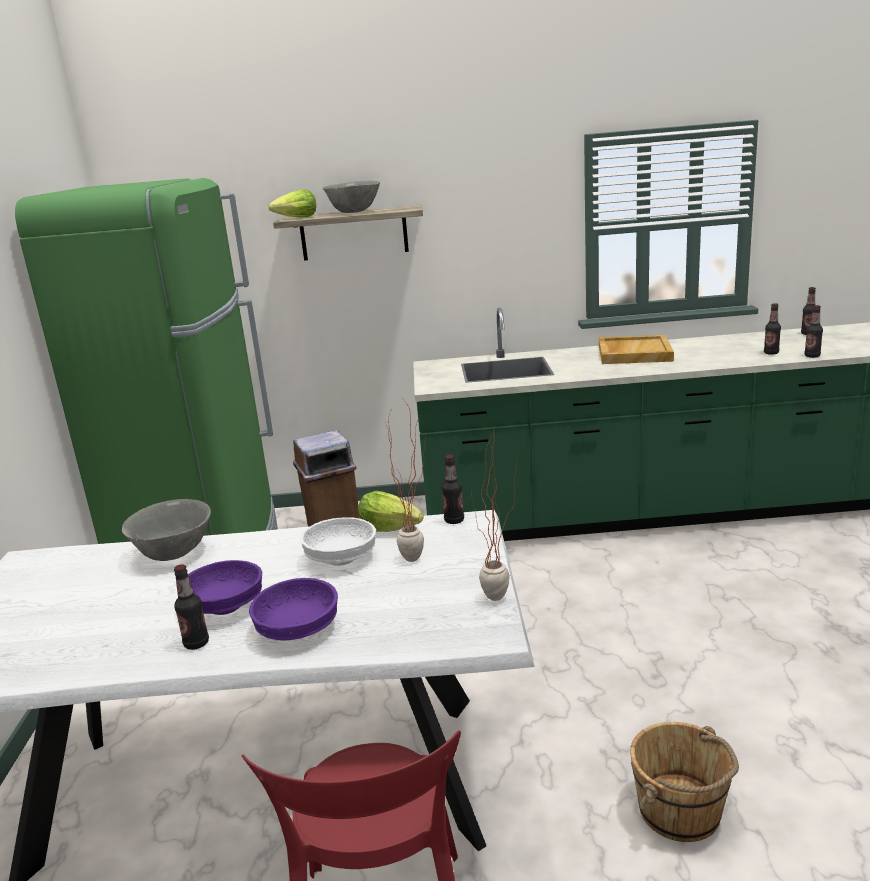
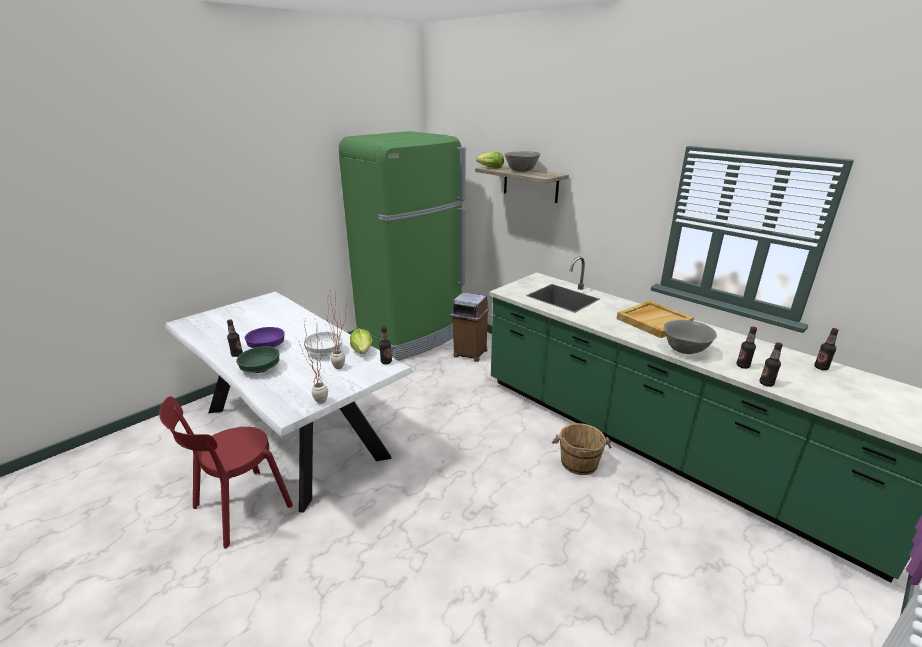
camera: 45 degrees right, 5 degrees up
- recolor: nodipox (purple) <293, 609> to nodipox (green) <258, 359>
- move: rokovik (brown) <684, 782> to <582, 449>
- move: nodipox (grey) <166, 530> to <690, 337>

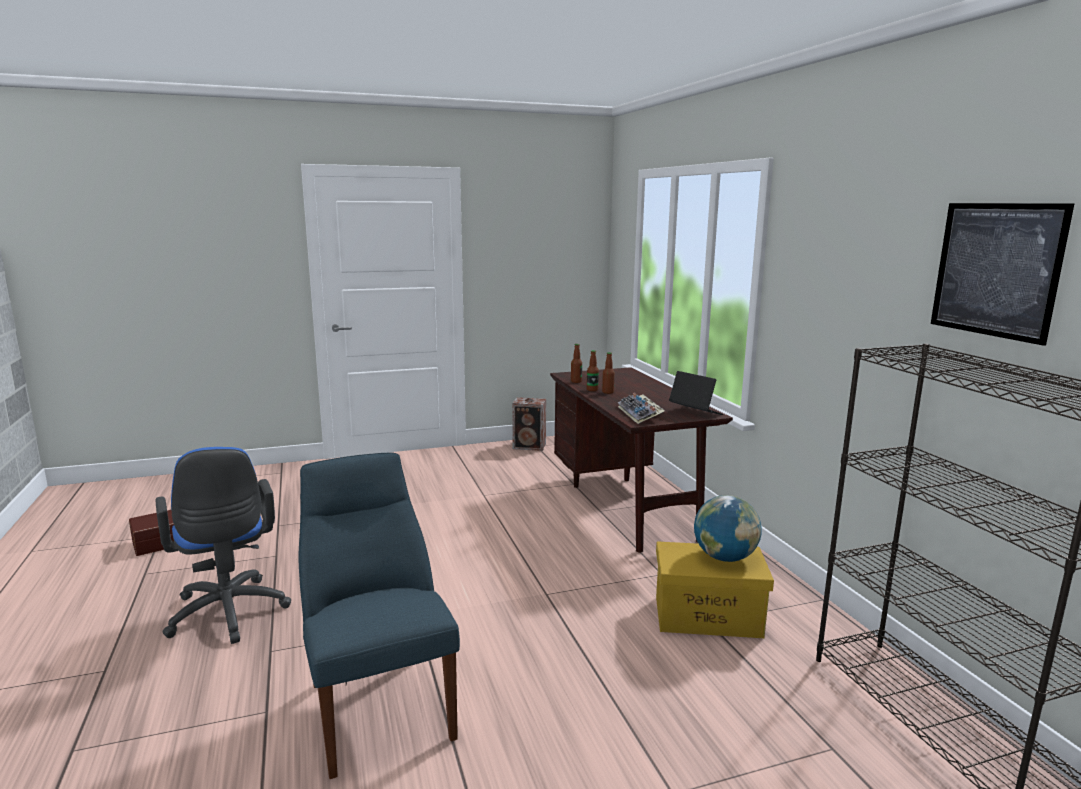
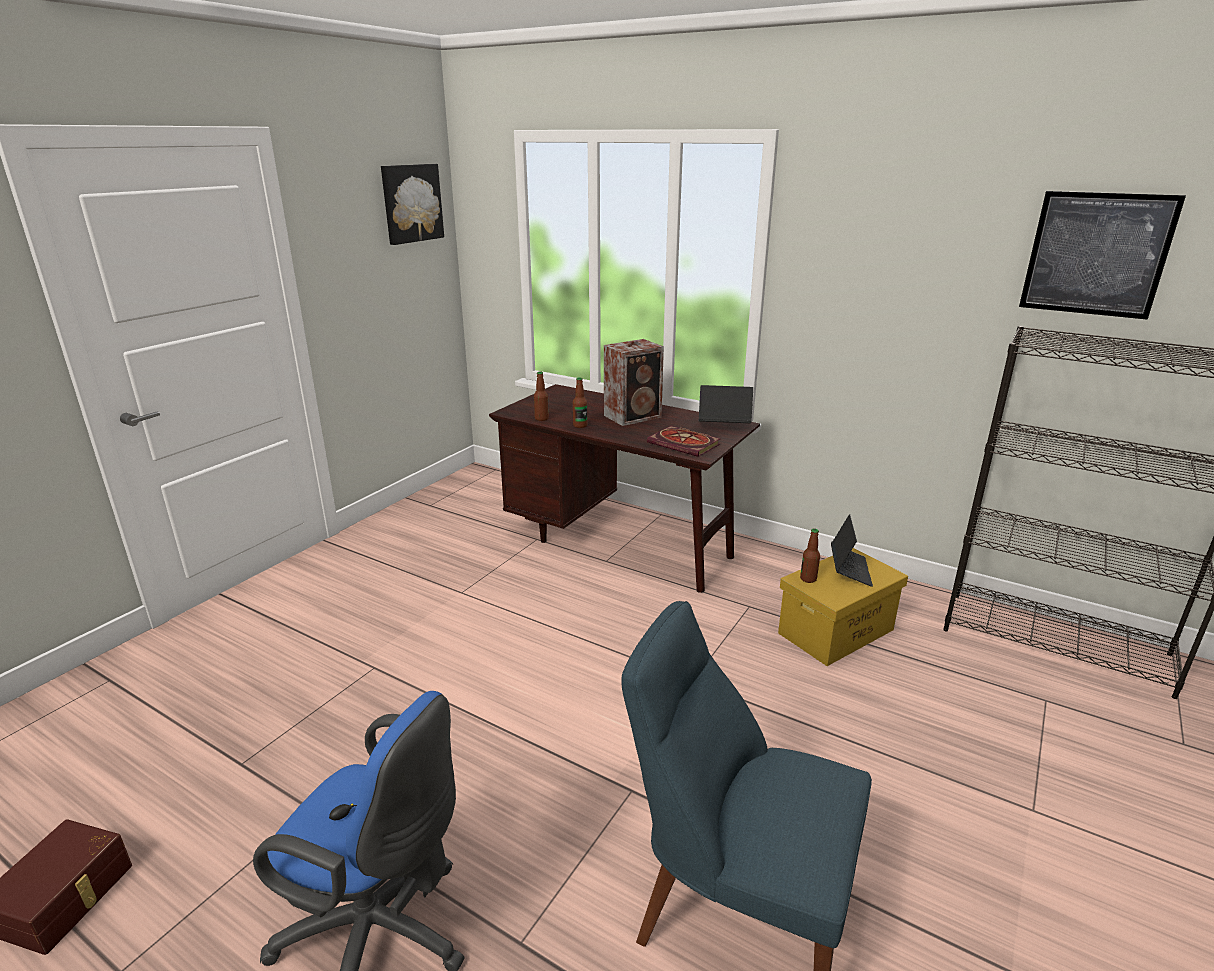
camera: 40 degrees left, 10 degrees up
- insert: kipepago <412, 204>
- move: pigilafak <529, 424> to <634, 382>
- replace: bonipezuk <641, 408> to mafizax <683, 441>
- move: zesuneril <608, 373> to <810, 556>
- replace: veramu <728, 528> to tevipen <852, 550>

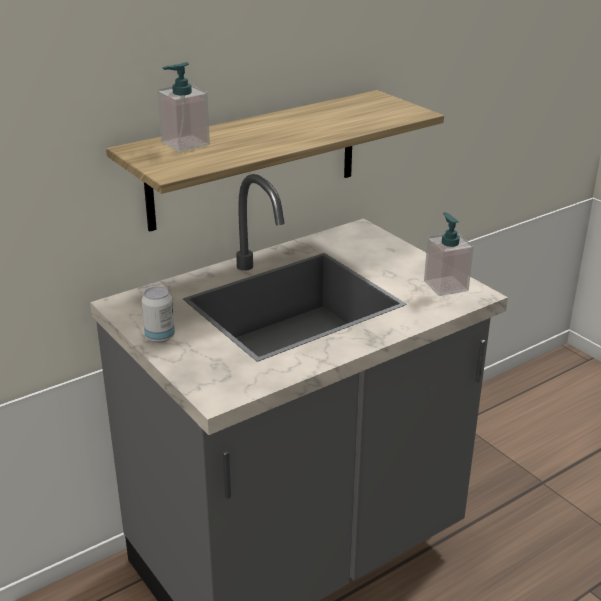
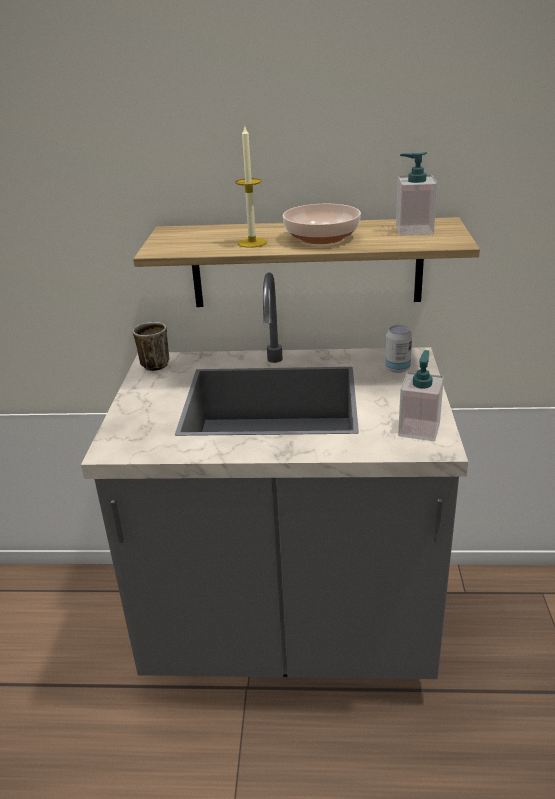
camera: 40 degrees right, 0 degrees up
- insert: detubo <151, 346>
- insert: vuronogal <251, 187>
- insert: nodipox <322, 224>
- move: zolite <158, 315> to <398, 349>
- move: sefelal <183, 107> to <417, 194>

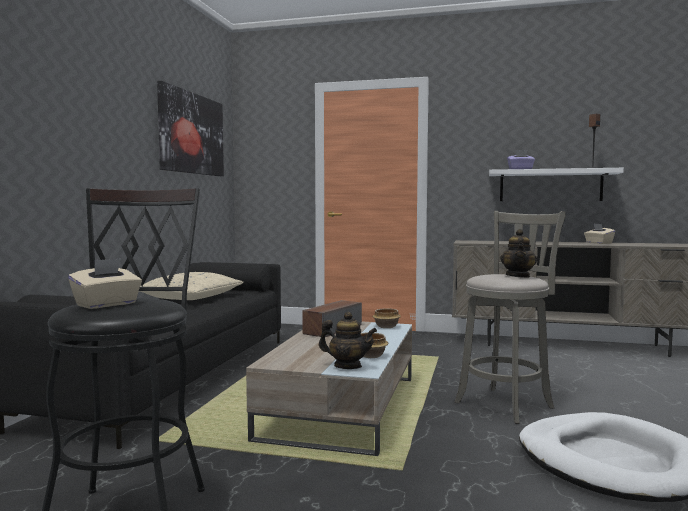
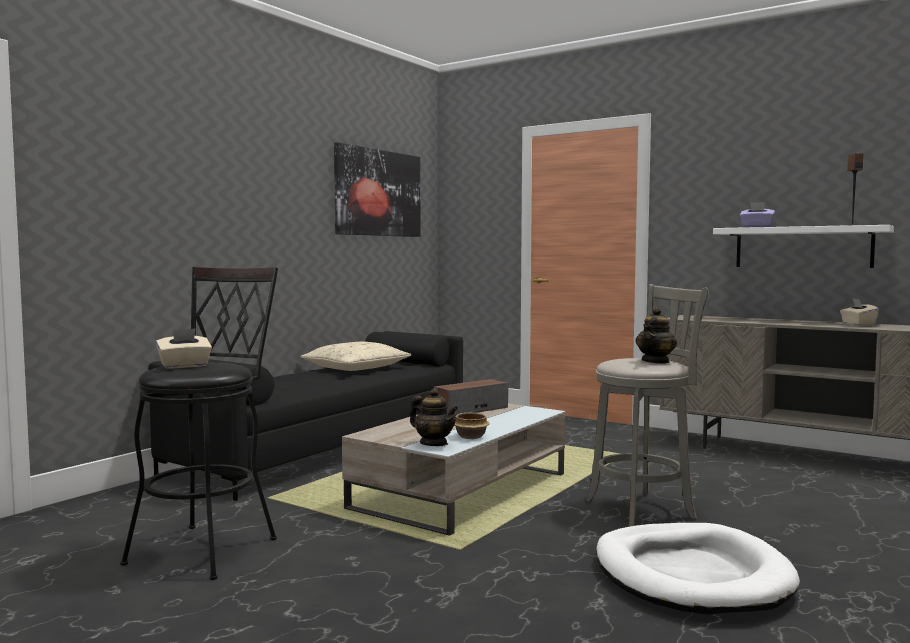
camera: 20 degrees right, 0 degrees up
- delete: nodipox <387, 318>

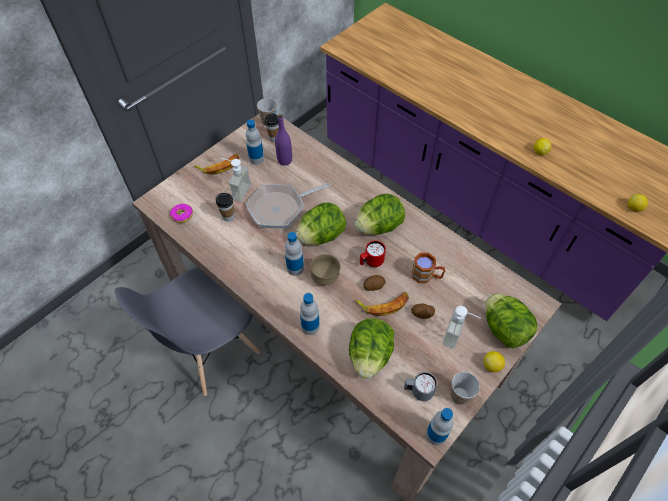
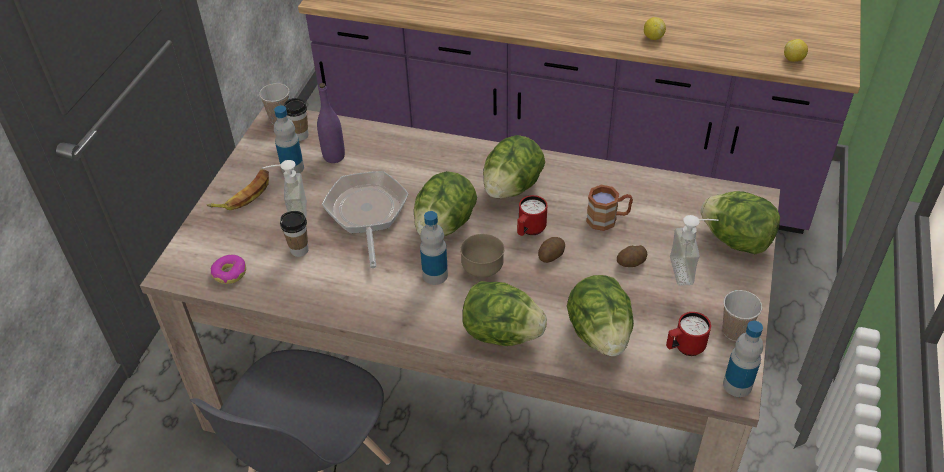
camera: 25 degrees left, 10 degrees down
- rotate: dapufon <288, 205> = <365, 219> 135 degrees clockwise
- replace: zesuneril <310, 314> to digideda <504, 313>
- recolor: detubo (grey) <420, 386> to detubo (red) <688, 334>
- delete: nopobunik <381, 304>
- delete: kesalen <494, 361>

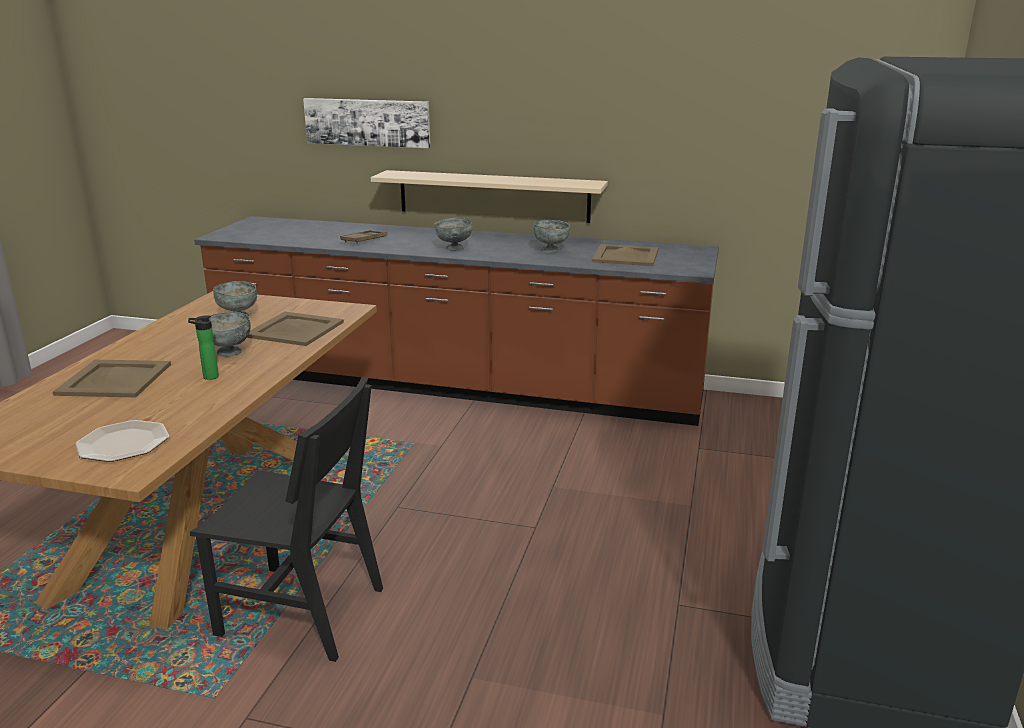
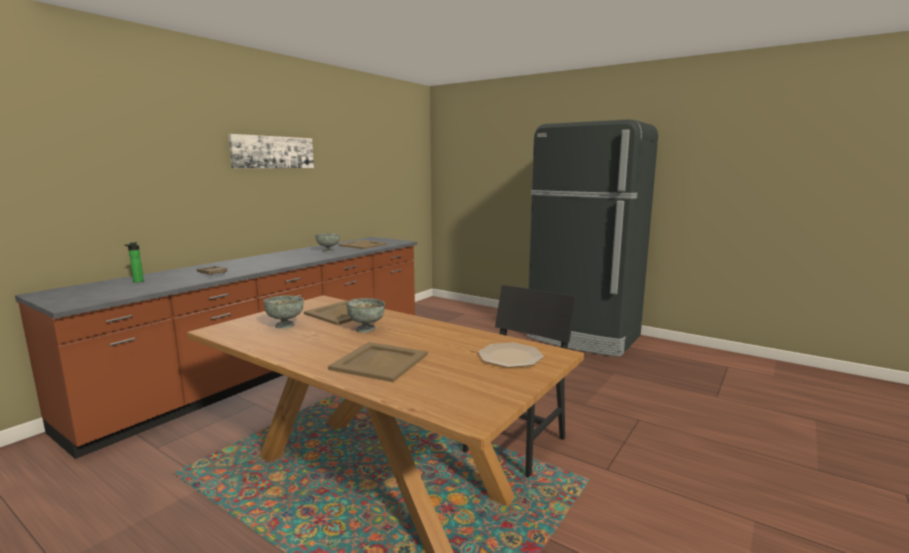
camera: 70 degrees left, 10 degrees down
- move: zesuneril <203, 347> to <134, 262>
- move: kipepago <366, 123> to <271, 151>
- delete: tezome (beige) <489, 196>
- delete: nodipox (grey) <453, 234>

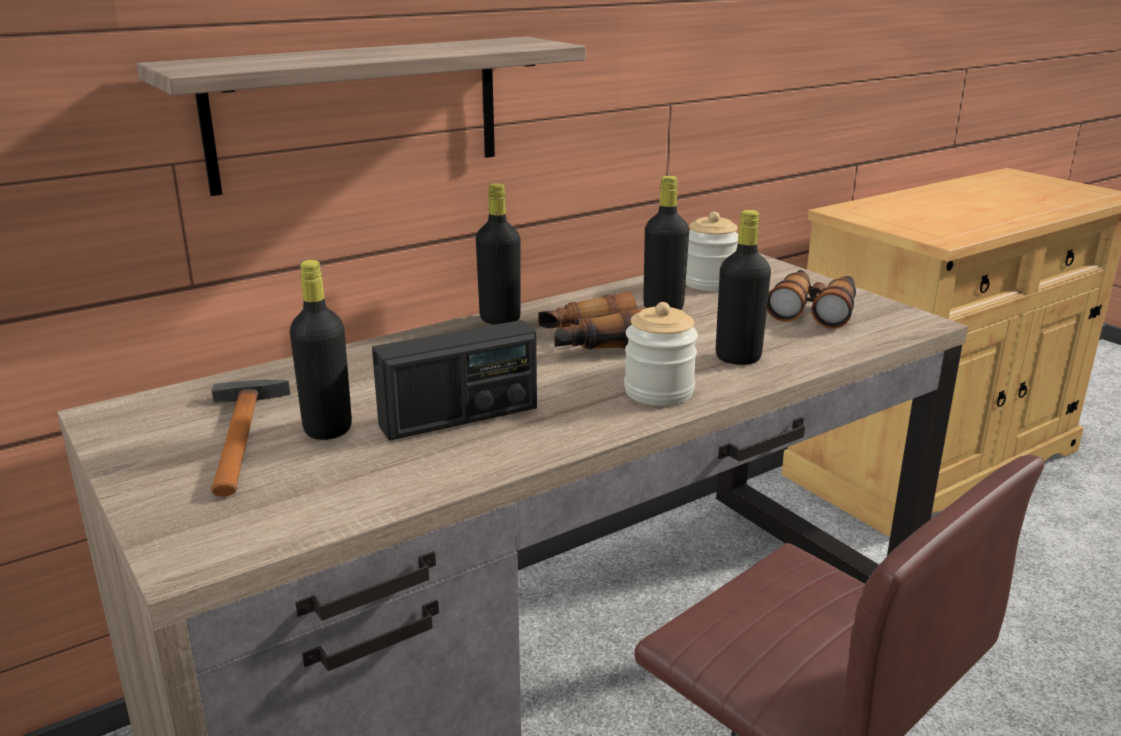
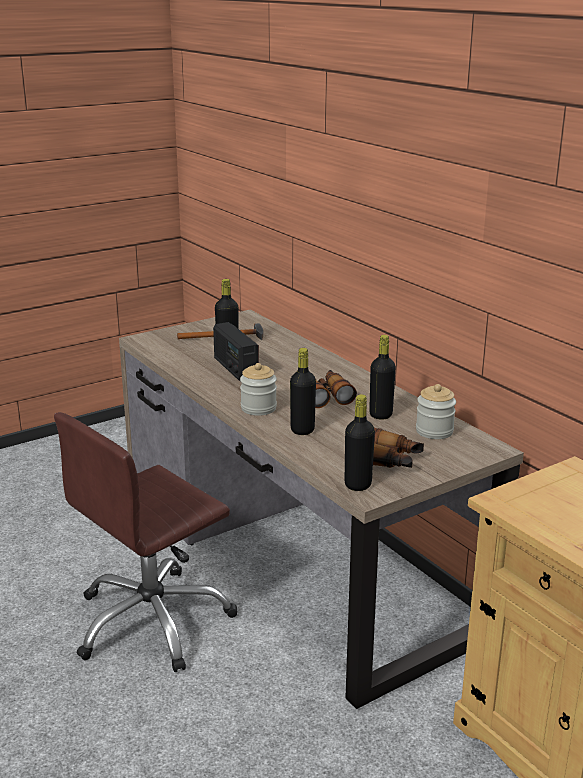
camera: 90 degrees right, 0 degrees up
- move: zesuneril (black) <498, 254> to <360, 442>
- delete: tezome <361, 116>

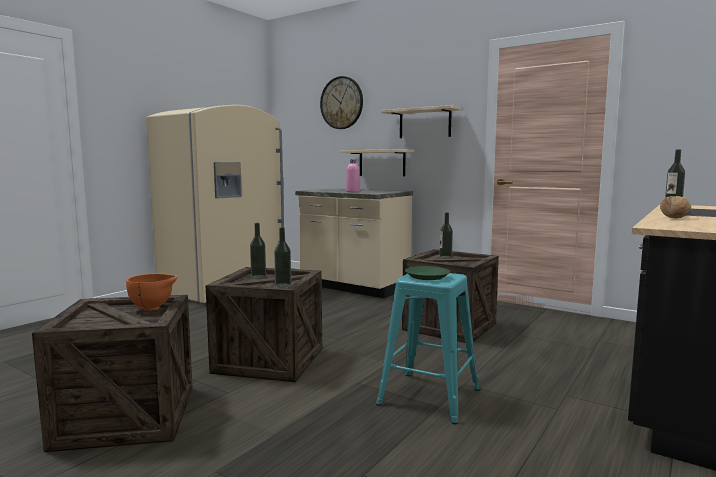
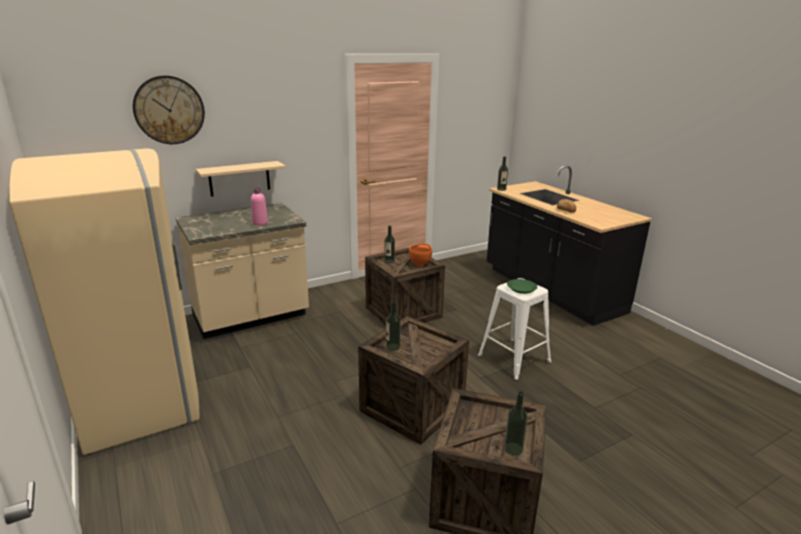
camera: 65 degrees left, 15 degrees up
- move: nodipox (orange) <151, 292> to <420, 254>
- recolor: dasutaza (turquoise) <428, 348> to dasutaza (white) <515, 329>
- move: zesuneril <282, 257> to <516, 423>
- delete: tezome (beige) <420, 121>

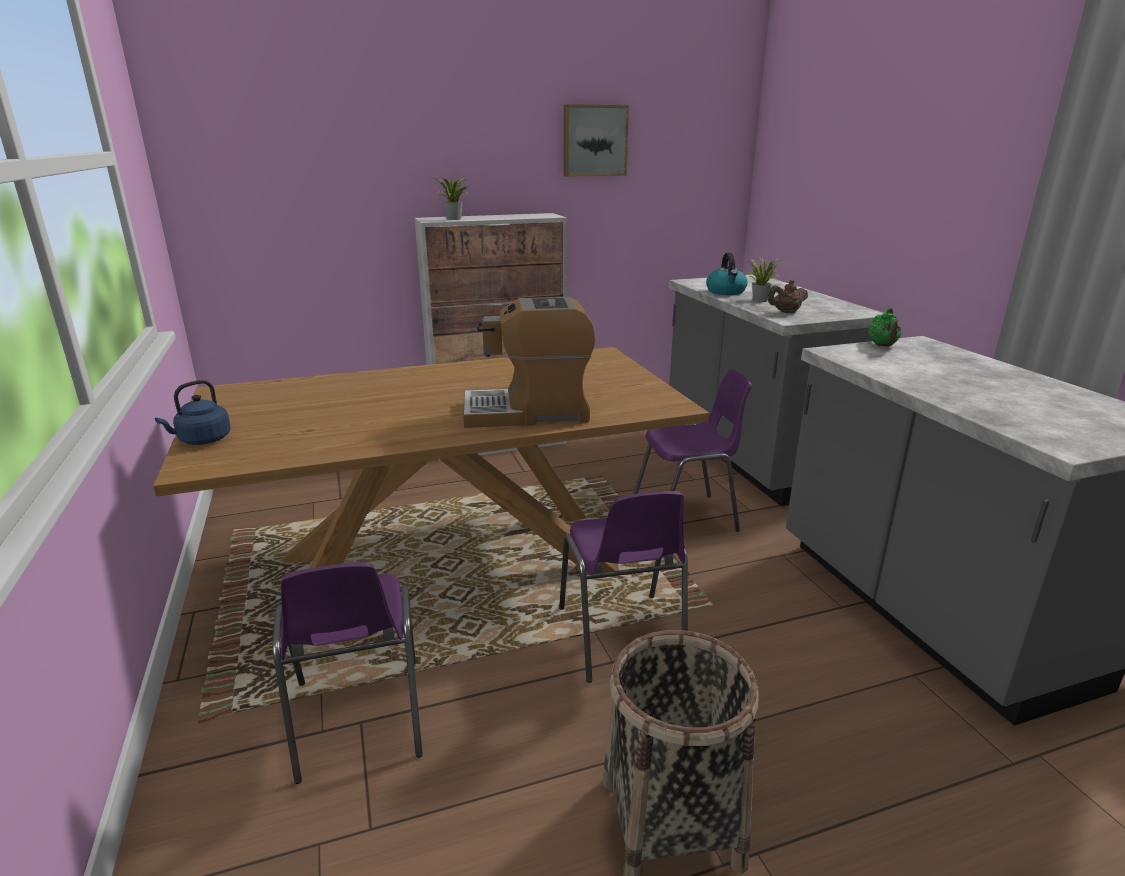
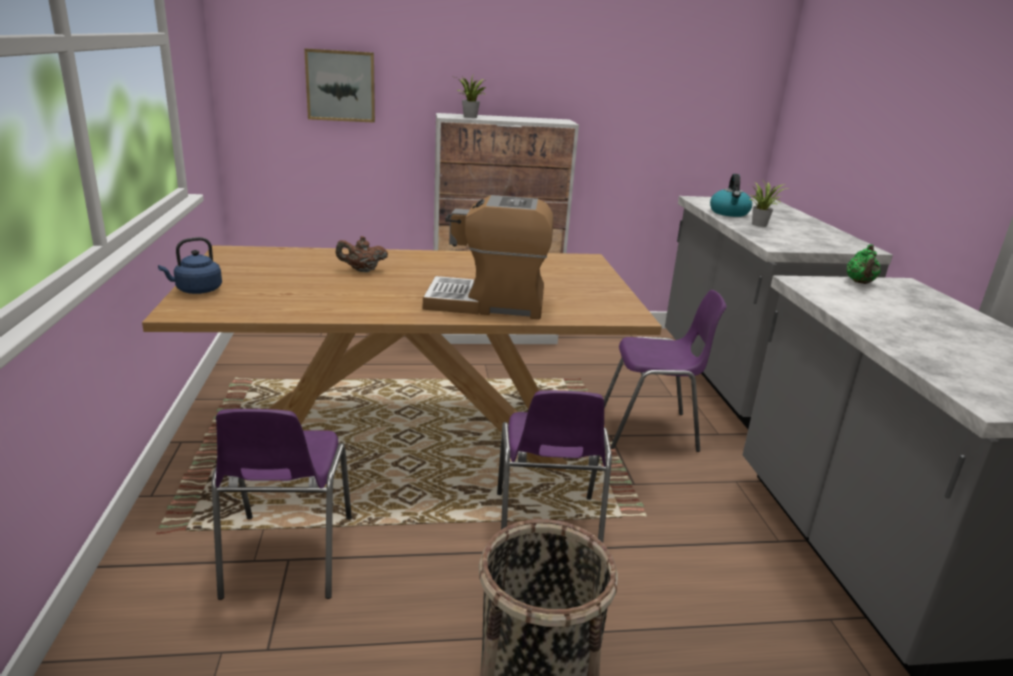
camera: 10 degrees right, 0 degrees up
- move: kipepago <596, 140> to <339, 85>
- move: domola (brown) <788, 296> to <362, 254>

